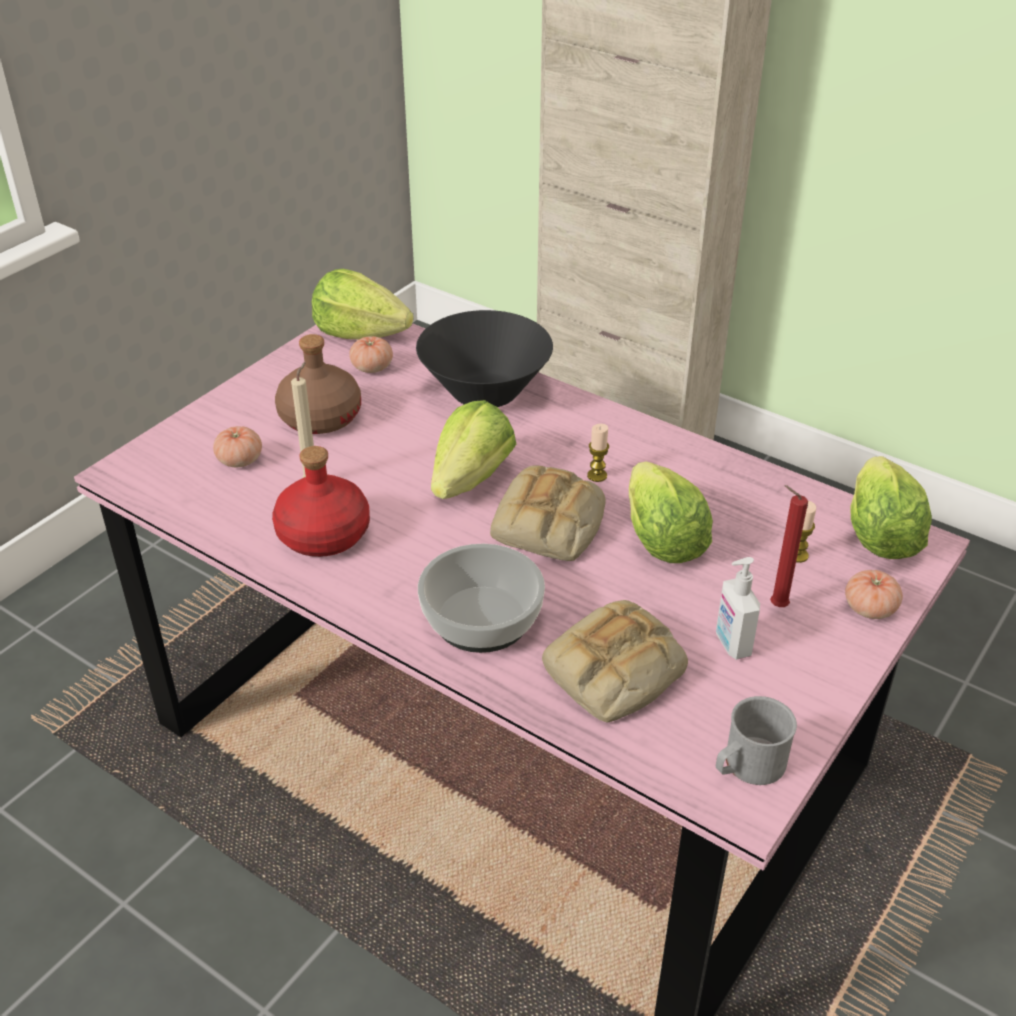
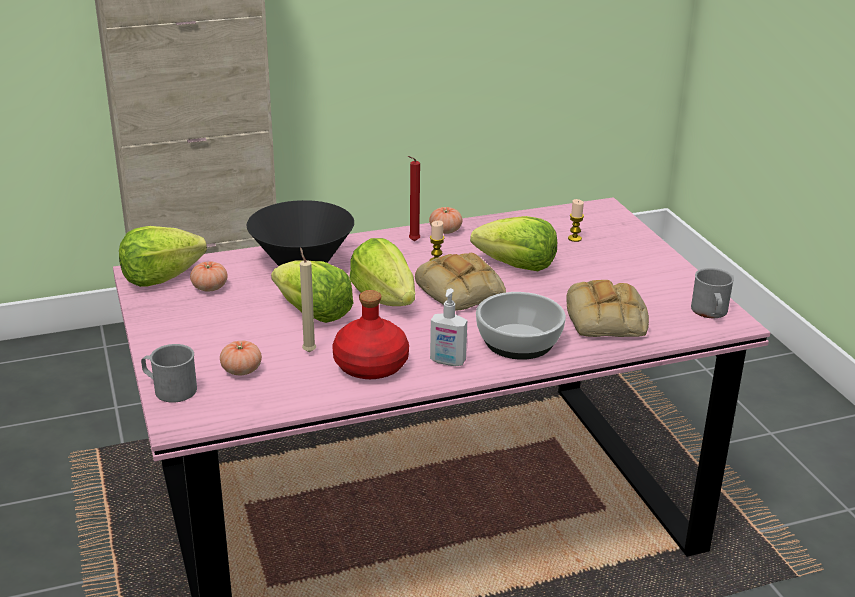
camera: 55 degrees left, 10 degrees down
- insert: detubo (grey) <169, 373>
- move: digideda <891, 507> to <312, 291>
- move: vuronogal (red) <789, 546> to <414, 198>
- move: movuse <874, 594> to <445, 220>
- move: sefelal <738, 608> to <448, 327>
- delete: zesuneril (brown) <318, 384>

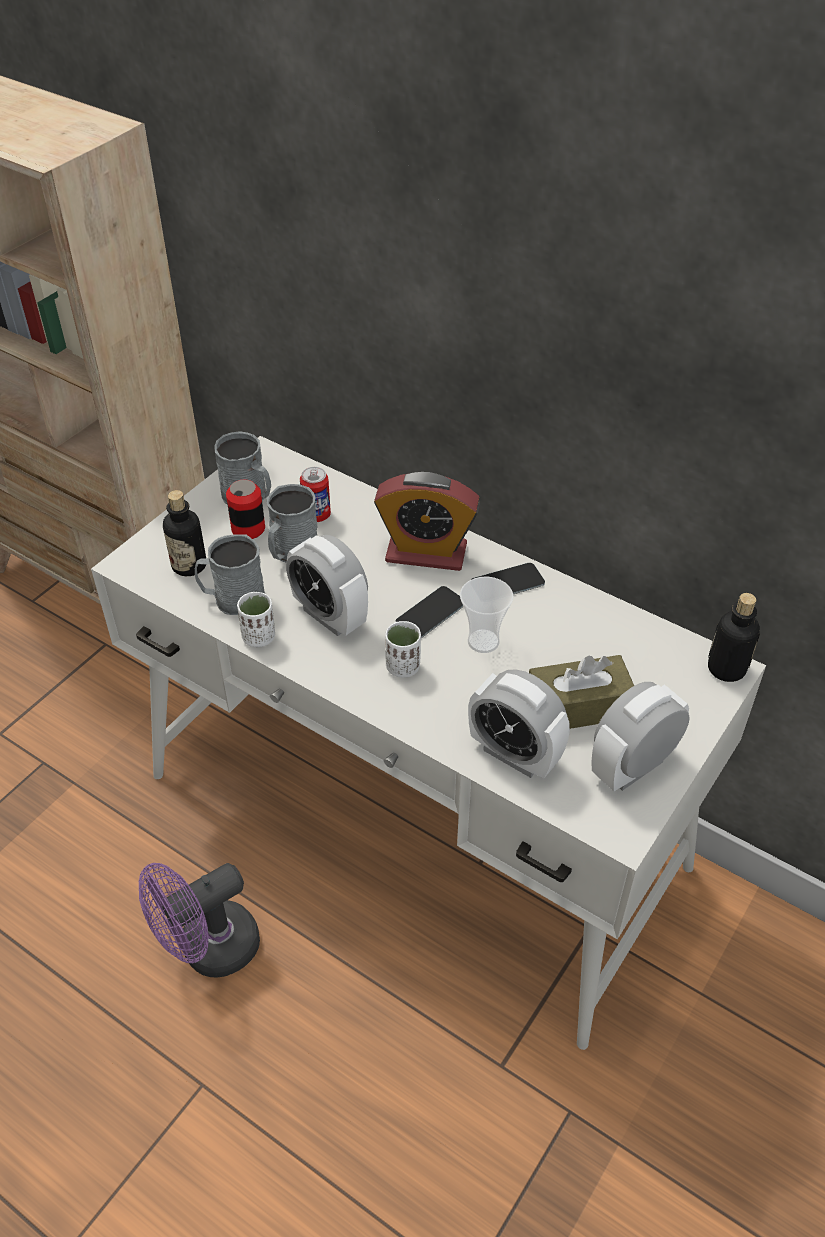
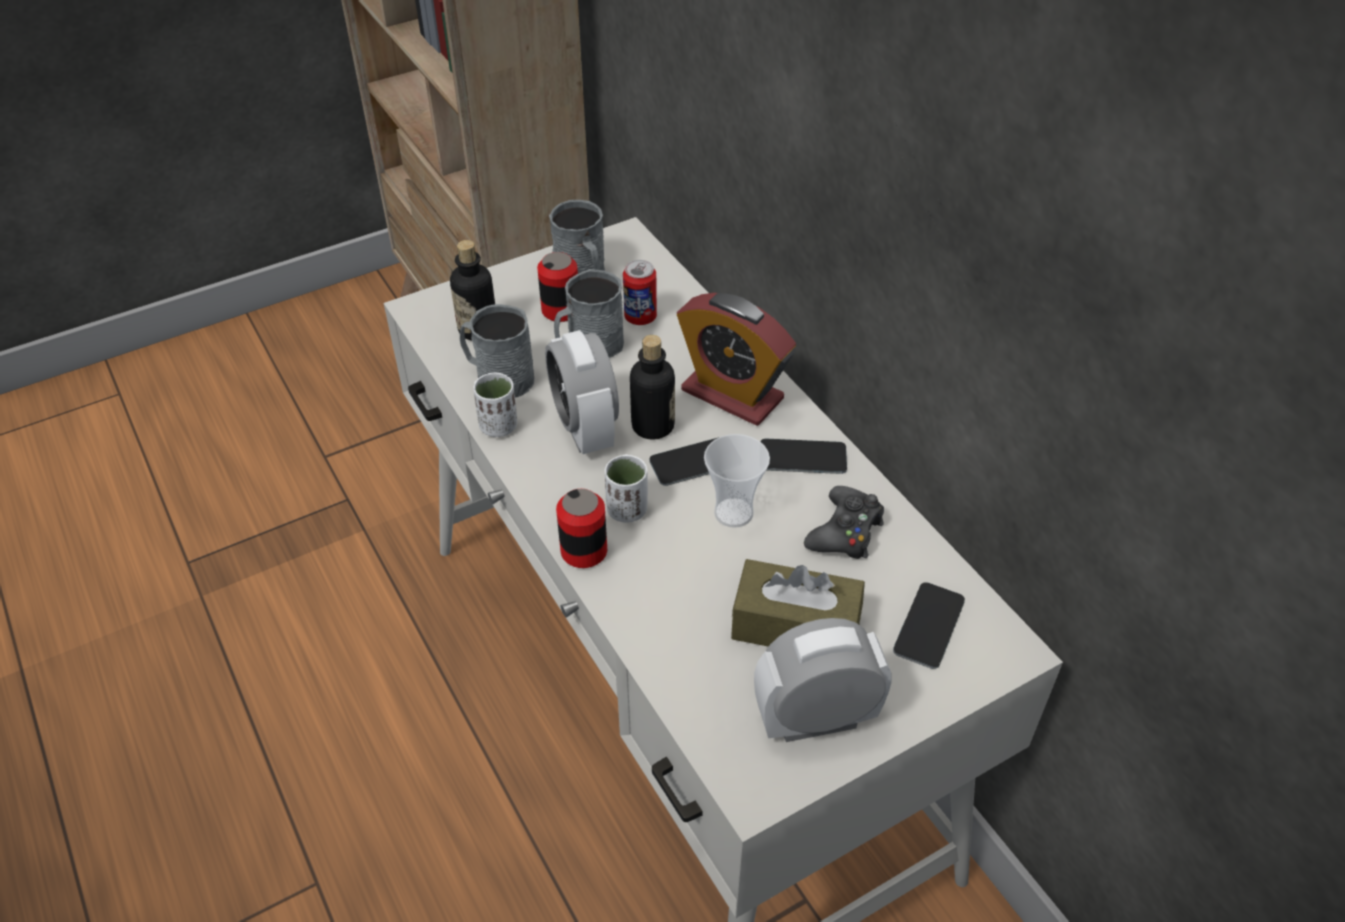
camera: 25 degrees right, 0 degrees up
- insert: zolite <581, 528>
- move: zesuneril <734, 637> to <652, 387>
- insert: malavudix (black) <844, 522>
- insert: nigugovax <929, 625>
- delete: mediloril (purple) <199, 920>
- delete: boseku <519, 723>

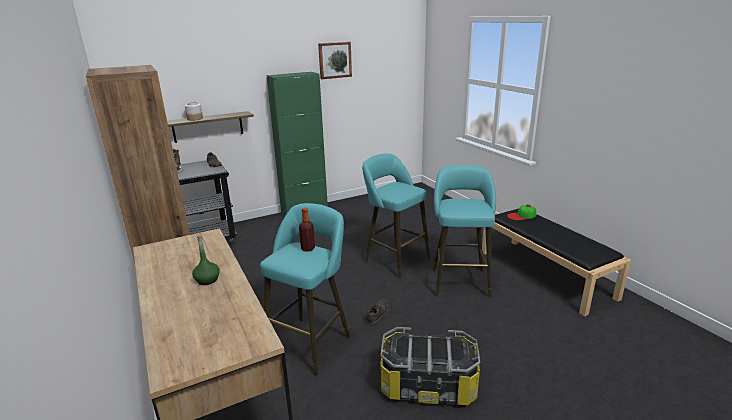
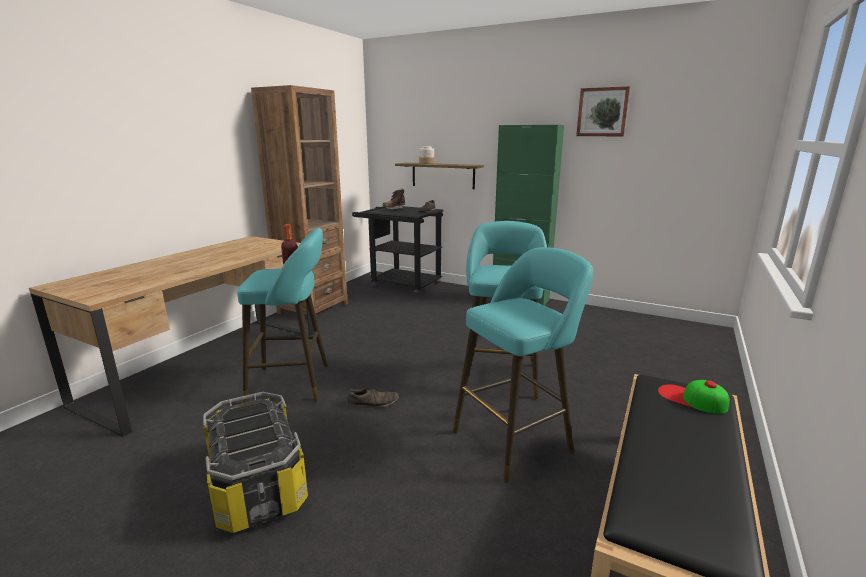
camera: 55 degrees right, 5 degrees down
- delete: zesuneril (green) <206, 260>

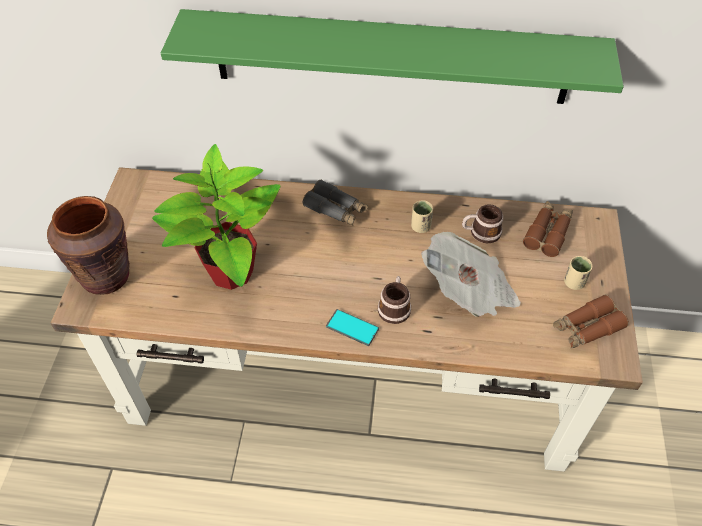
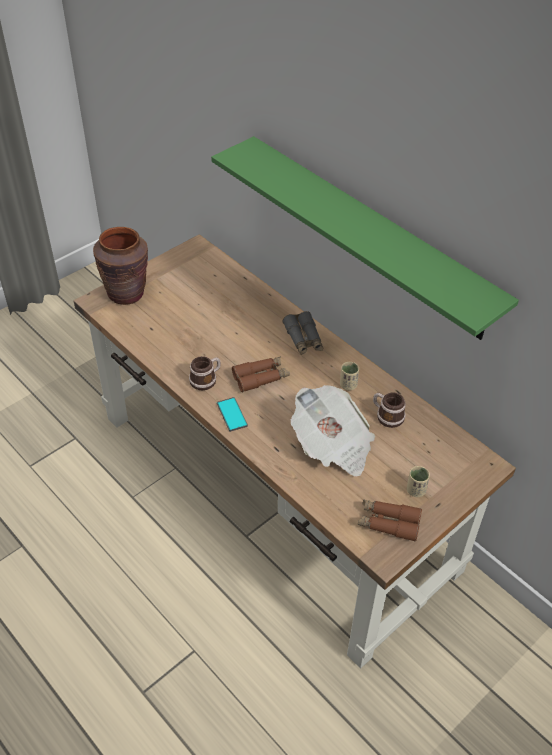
camera: 40 degrees right, 5 degrees down
- move: detubo <394, 300> to <205, 373>
- move: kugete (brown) <548, 229> to <261, 374>
- delete: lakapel <216, 217>

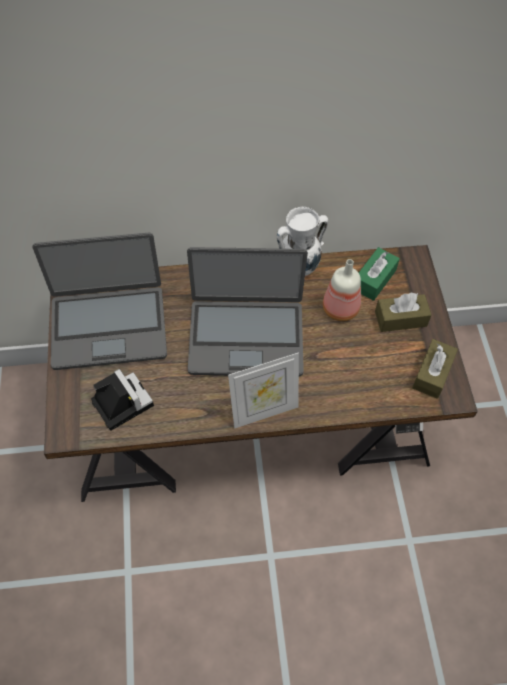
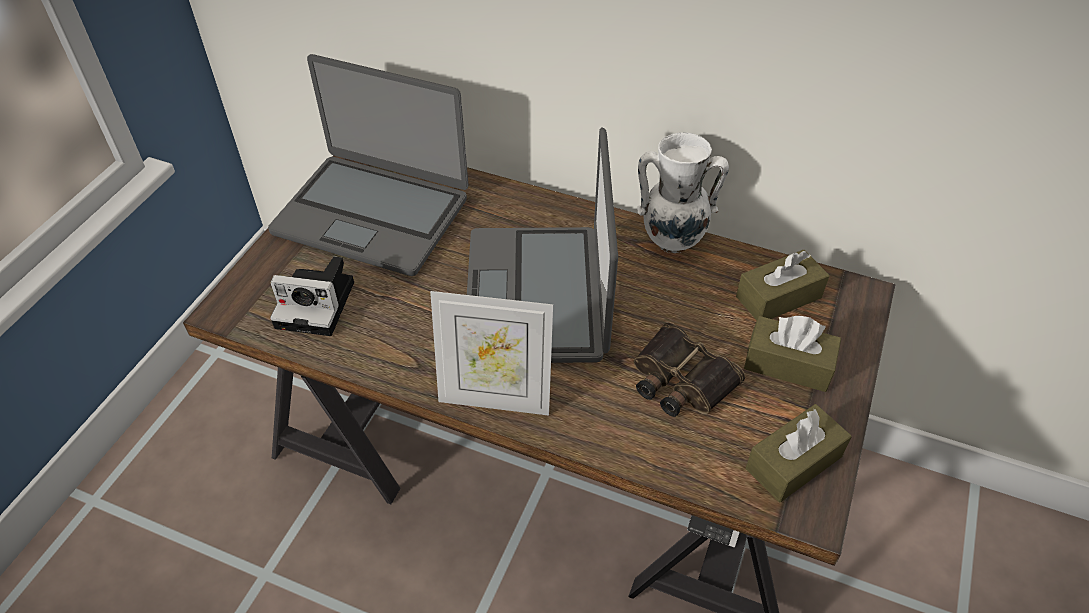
camera: 30 degrees right, 10 degrees down
- rotate: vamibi <122, 399> = <312, 296> 105 degrees clockwise
- rotate: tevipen <247, 311> = <542, 245> 60 degrees clockwise
- insert: kugete <689, 369>
- recolor: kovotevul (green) <379, 274> to kovotevul (brown) <783, 285>
- delete: zesuneril <342, 290>

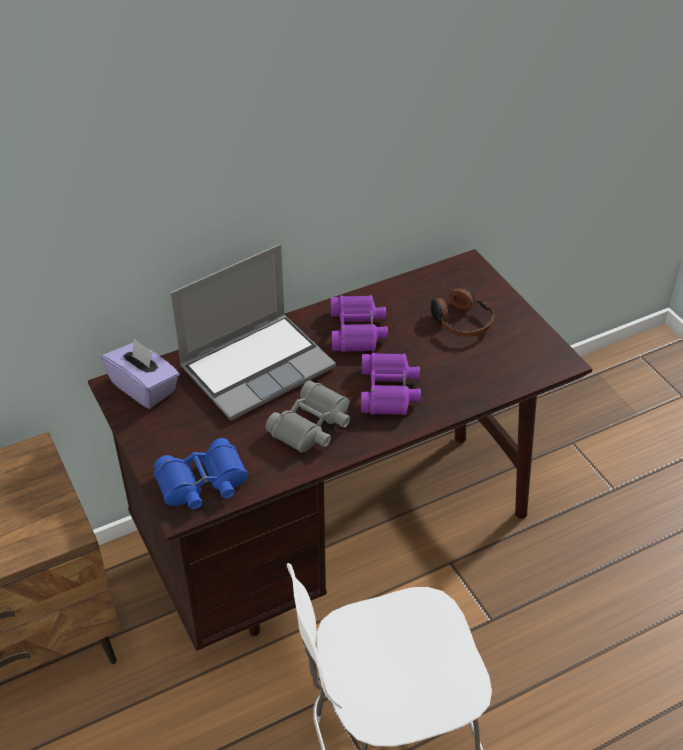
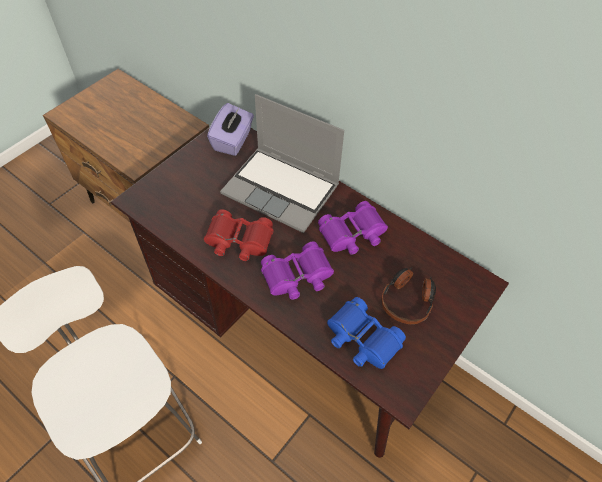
camera: 65 degrees right, 10 degrees up
- recolor: kugete (grey) <308, 417> to kugete (red) <239, 235>
- move: kugete (blue) <201, 473> to <366, 333>

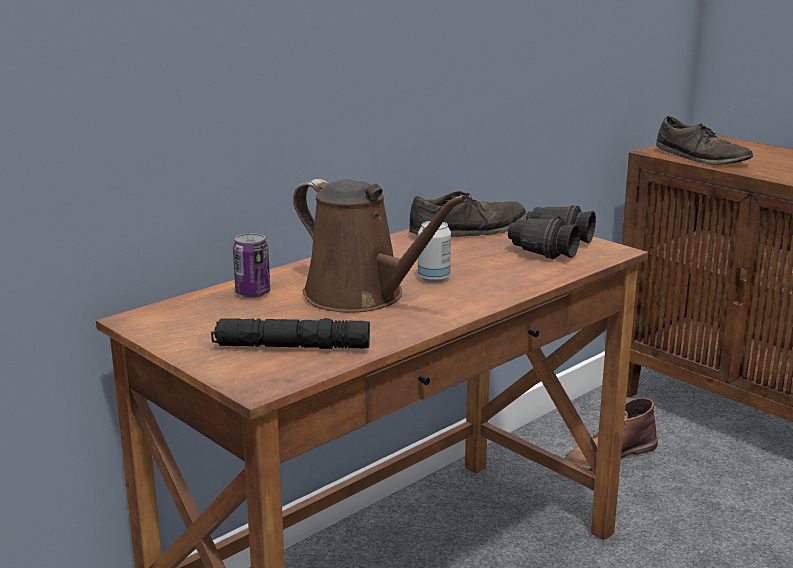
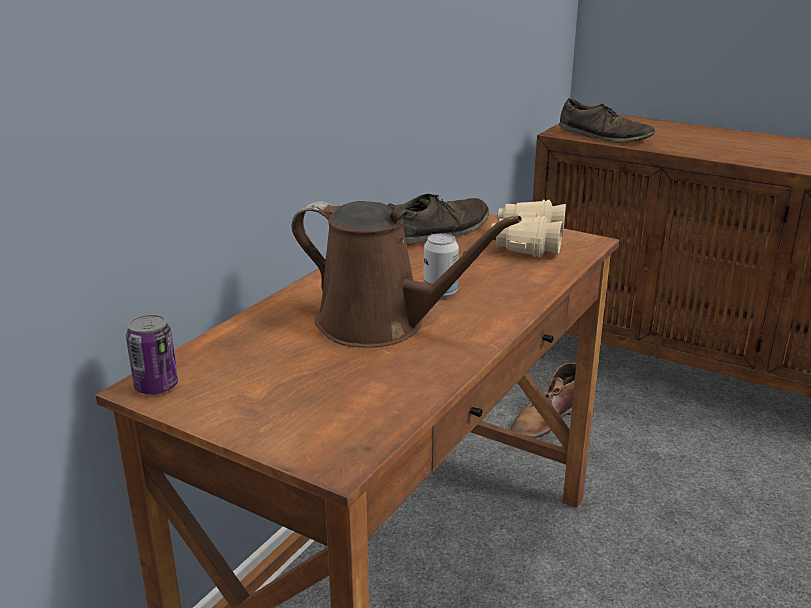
camera: 15 degrees left, 5 degrees up
- move: zolite <251, 265> to <152, 354>
- recolor: kugete (black) <552, 232> to kugete (beige) <528, 229>
- delete: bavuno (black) <290, 333>

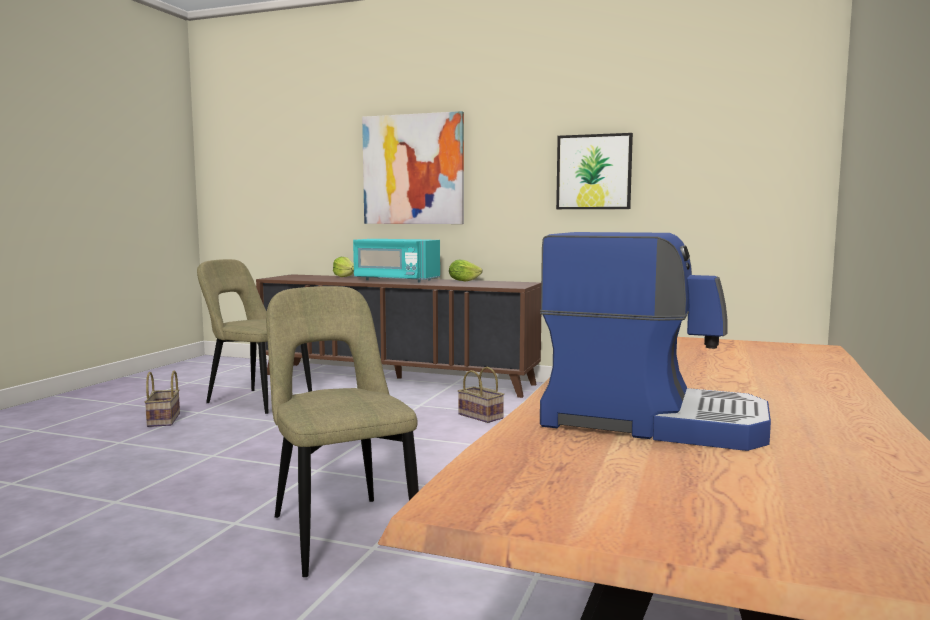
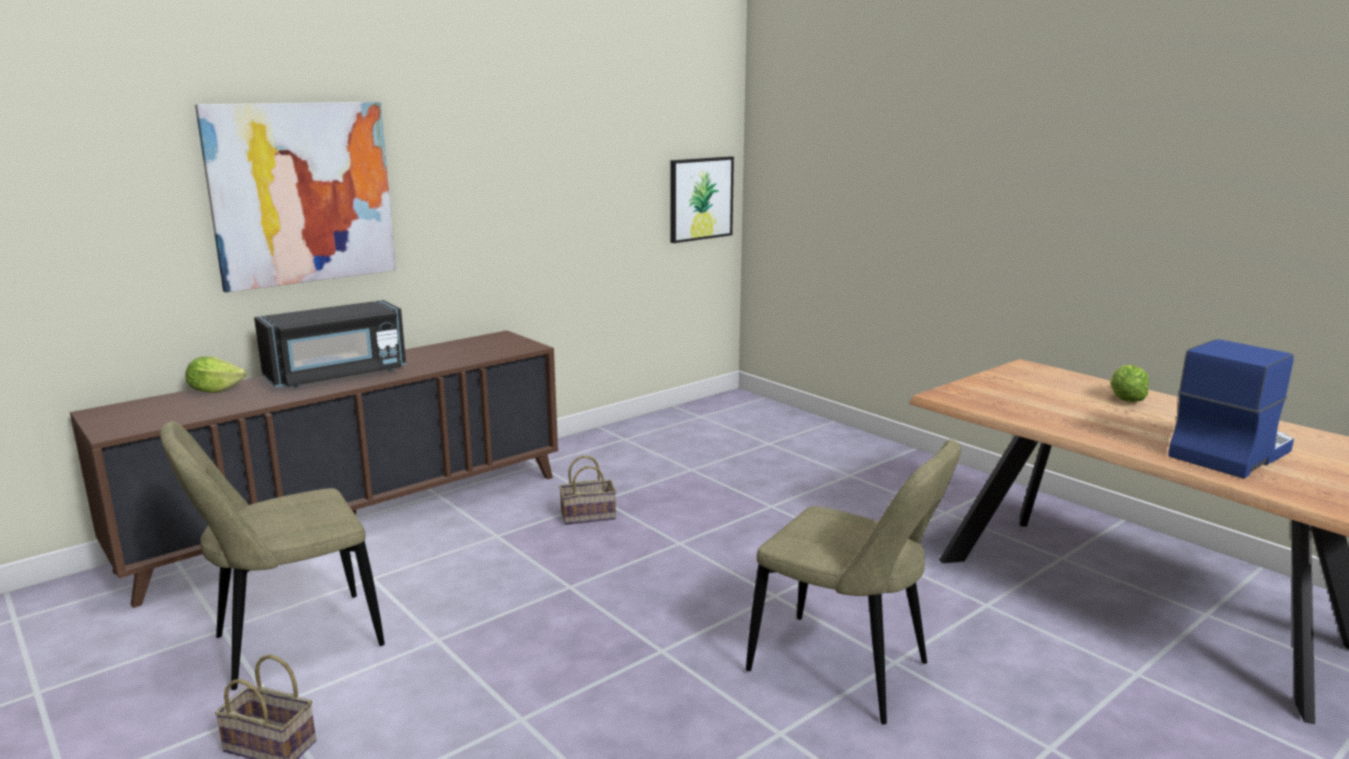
camera: 60 degrees left, 10 degrees up
- recolor: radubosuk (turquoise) <396, 261> to radubosuk (black) <330, 344>
- move: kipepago <594, 171> to <702, 199>
- rotate: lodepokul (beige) <342, 431> = <853, 582> 150 degrees counterclockwise
- move: digideda <466, 270> to <1129, 383>

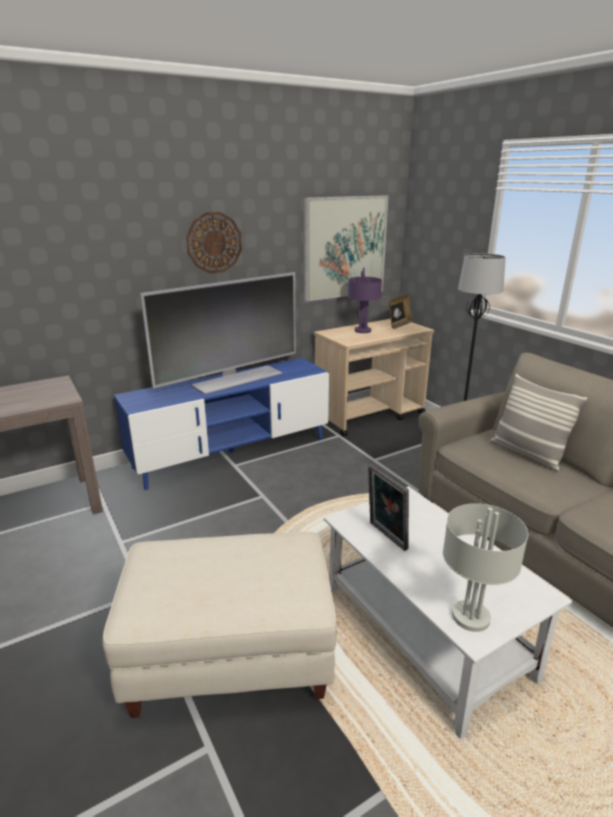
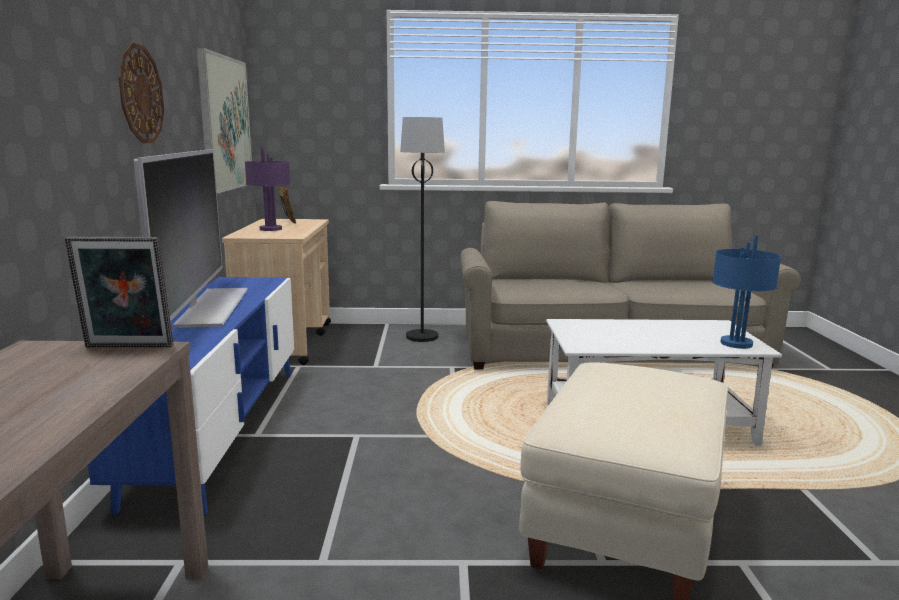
camera: 60 degrees left, 10 degrees down
- move: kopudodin <388, 508> to <119, 292>
- recolor: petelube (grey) <485, 567> to petelube (blue) <746, 292>
- delete: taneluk <538, 422>

